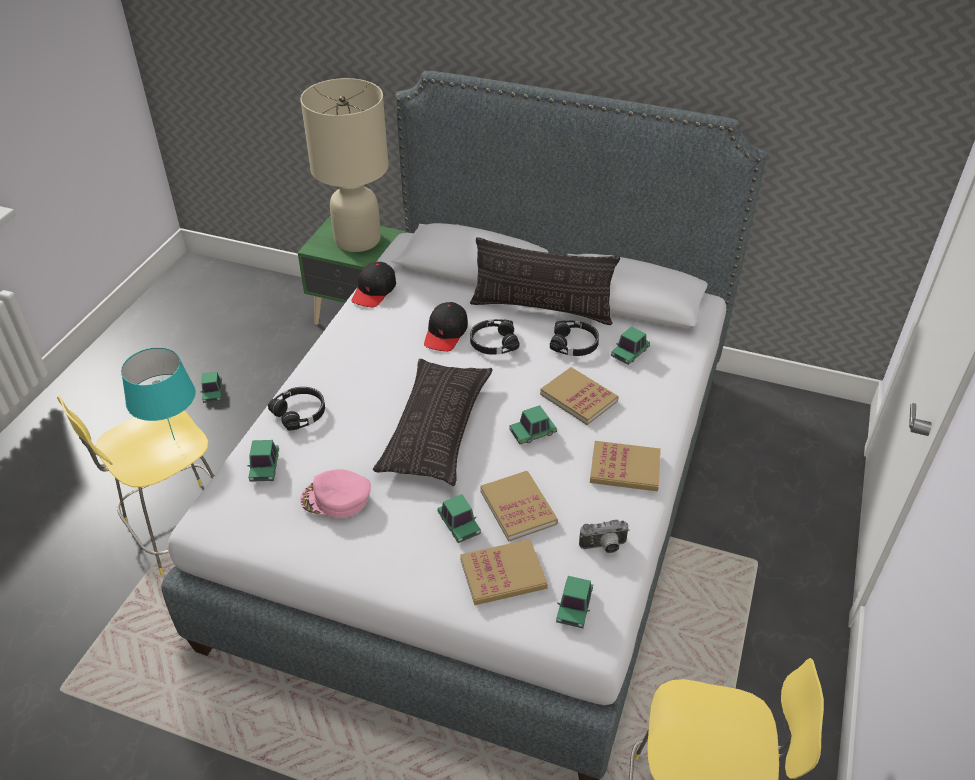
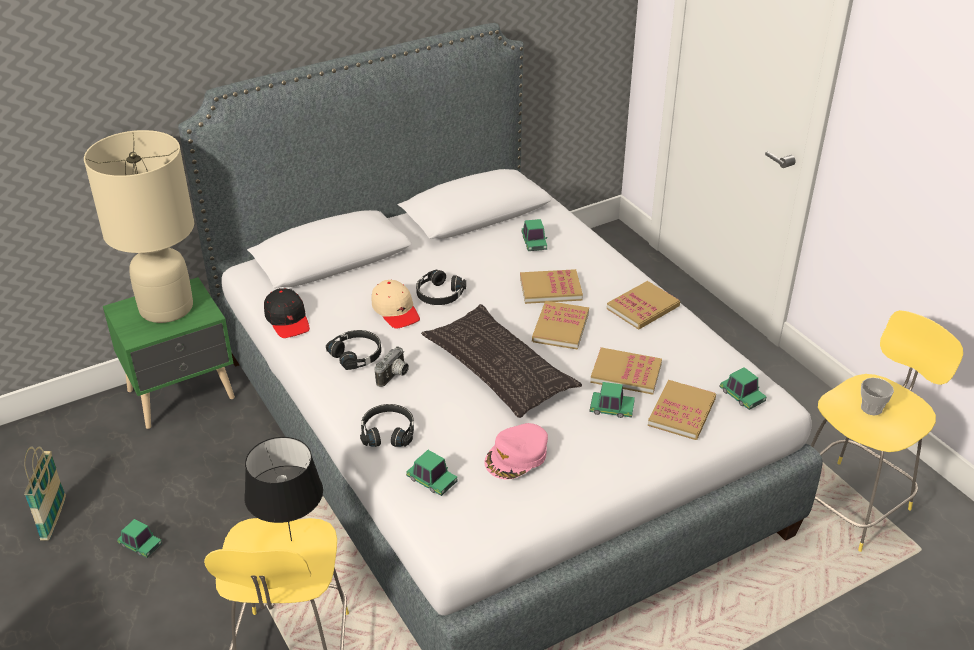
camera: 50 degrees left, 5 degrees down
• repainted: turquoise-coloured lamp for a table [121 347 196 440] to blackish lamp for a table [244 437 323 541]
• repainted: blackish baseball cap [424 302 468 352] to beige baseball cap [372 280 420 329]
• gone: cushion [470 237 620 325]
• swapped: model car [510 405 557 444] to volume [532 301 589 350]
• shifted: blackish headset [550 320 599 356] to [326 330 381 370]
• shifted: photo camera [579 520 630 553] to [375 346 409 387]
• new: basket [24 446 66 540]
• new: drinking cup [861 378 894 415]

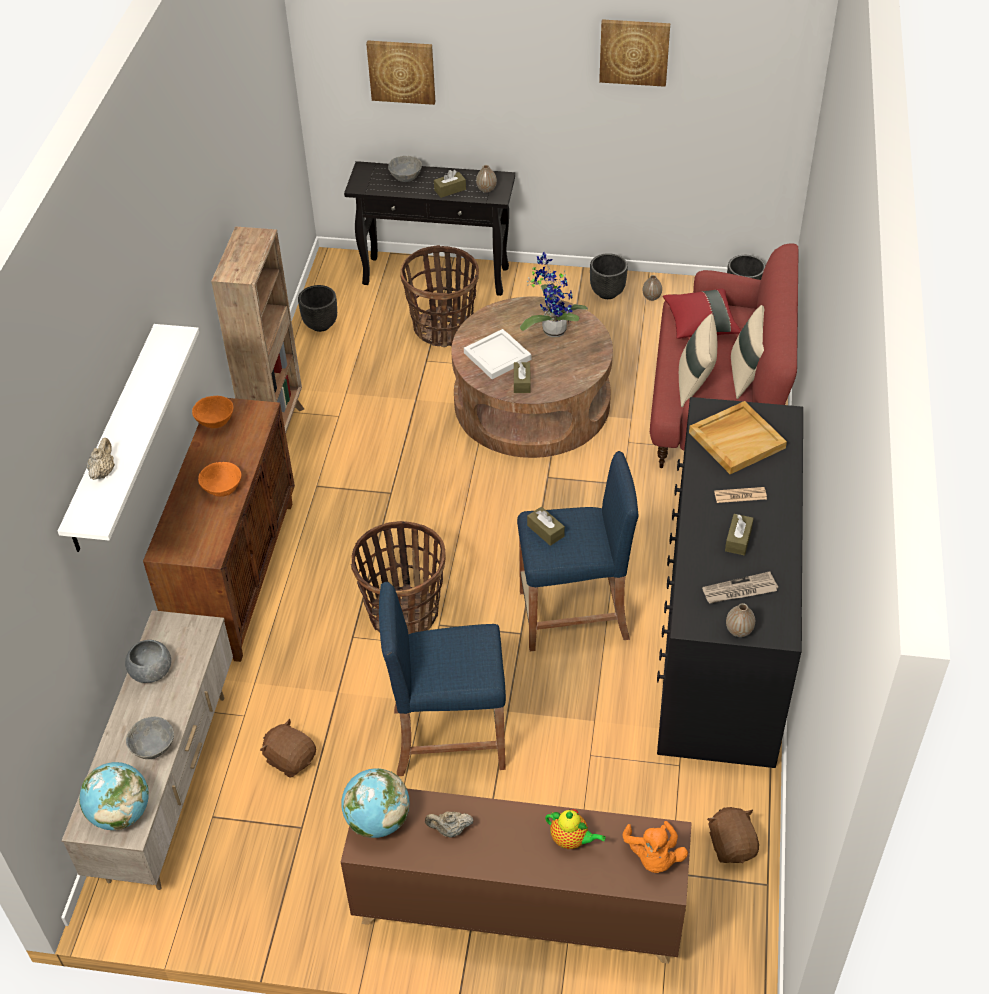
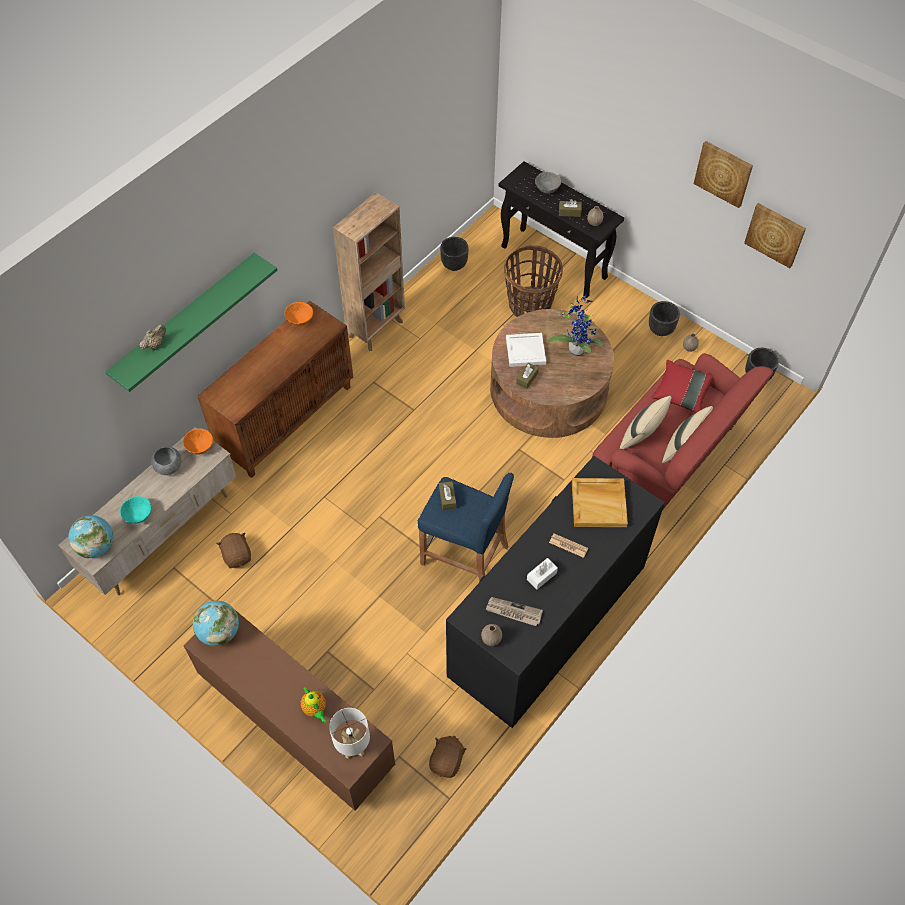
camera: 30 degrees right, 10 degrees up
• repainted: white wall shelf [58 324 199 552] to green-coloured wall shelf [106 253 278 392]
• repainted: grey deep dish [126 717 174 759] to turquoise-coloured deep dish [120 496 151 524]
• shifted: orangey deep dish [198 462 241 497] to [183 428 213 455]
• gone: basket [351 521 446 634]
• shifted: wall art [366 41 435 105] to [744 203 806 268]
• gone: blue stool seat [379 582 506 776]
• gone: beige teapot [425 811 474 837]
• swapped: orangey cuddly toy [622 821 688 873] to white lamp for a table [329 708 370 759]
• repainted: brown-coloured box of tissues [725 514 754 556] to white box of tissues [527 558 558 590]

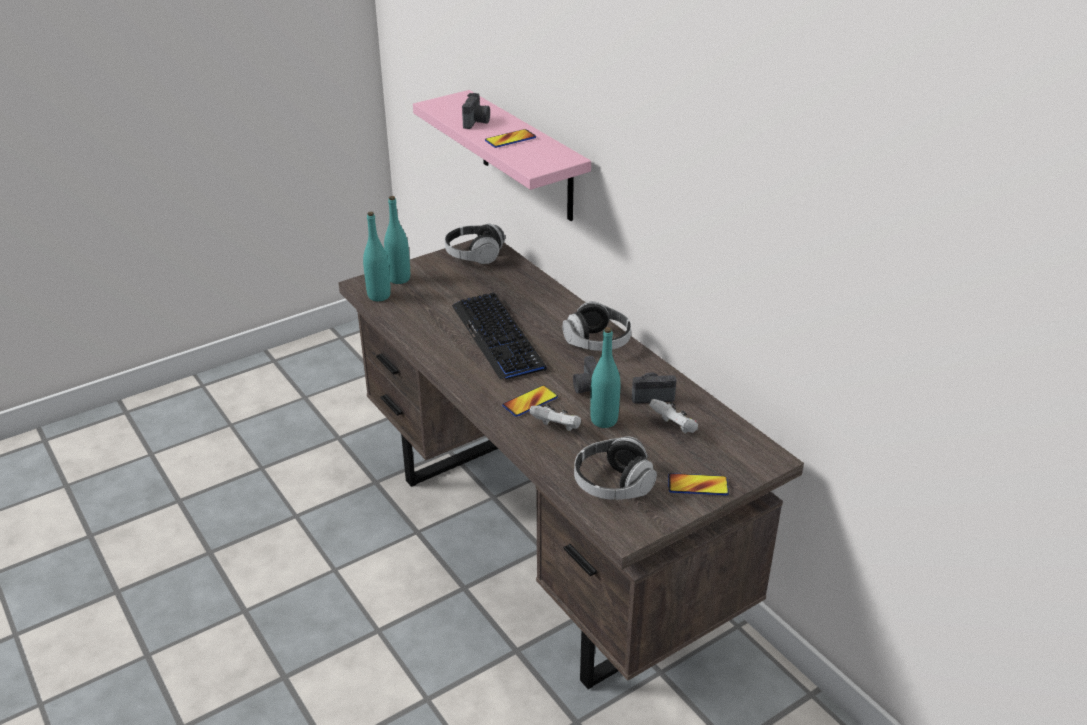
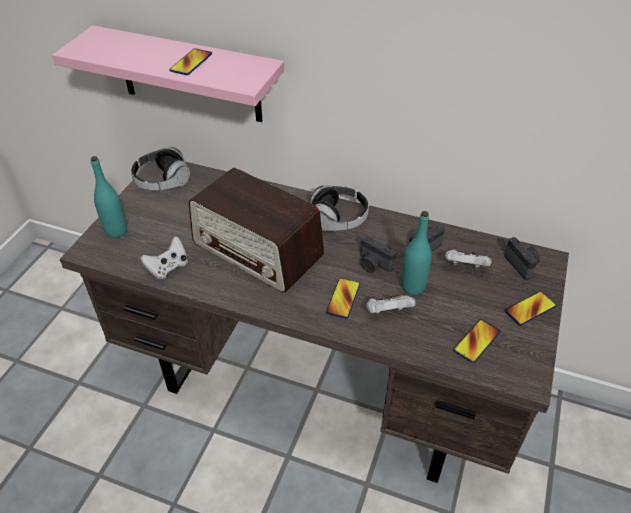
camera: 35 degrees left, 10 degrees up
• gone: turquoise-coloured bottle [363 212 391 301]
• swapped: PC keyboard [452 292 547 380] to radio [189 167 324 293]
• shifted: photo camera [462 93 490 129] to [504 237 540 280]
• swapped: headset [574 436 657 500] to telephone [453 319 501 363]
• new: white joypad [140 236 188 279]

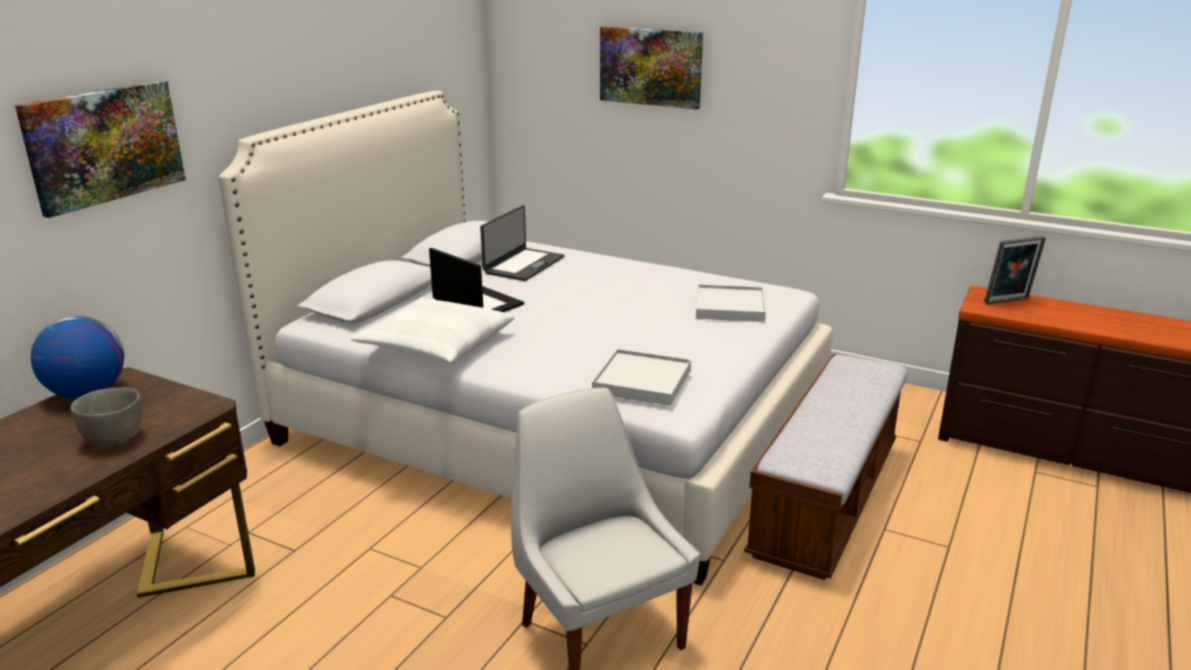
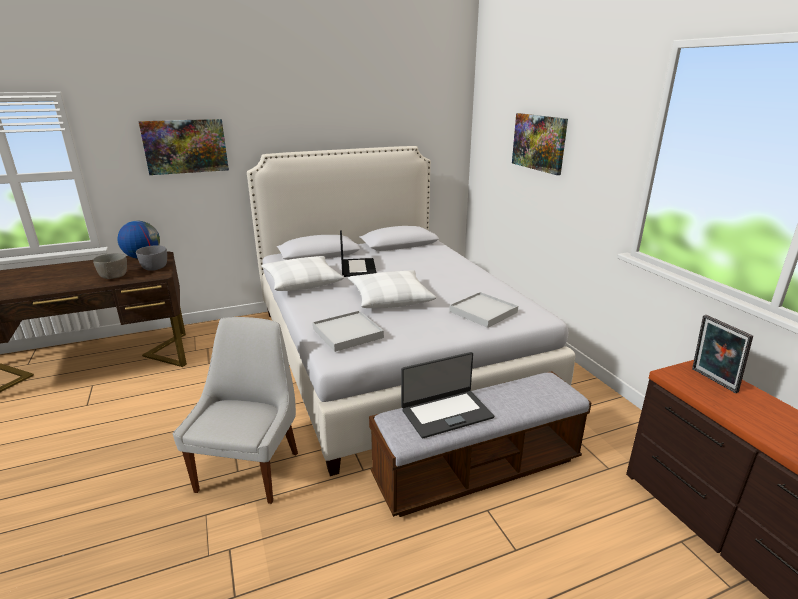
camera: 40 degrees right, 0 degrees up
• shifted: laptop [480 205 564 281] to [401 352 494 439]
• rotated: standing frame [984 236 1046 304] = [692 315 753 393] 45 degrees clockwise
• new: grey deep dish [136 245 167 271]
• new: white cushion [348 270 436 308]

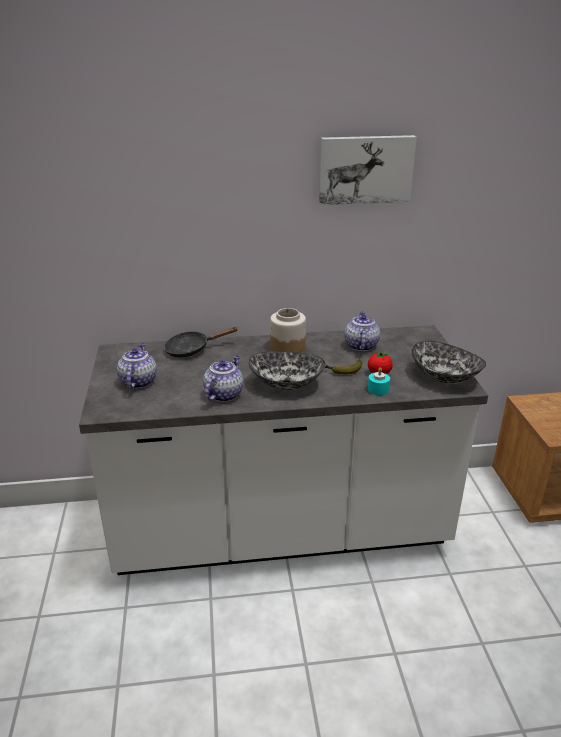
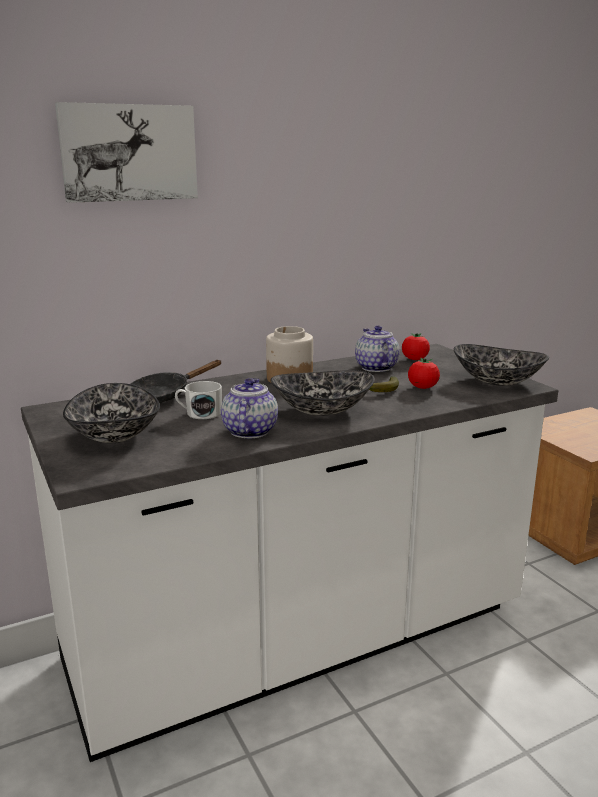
camera: 20 degrees left, 10 degrees down
• swapped: teapot [117 343 157 389] to deep dish [63 383 160 443]
• shifted: wall art [319 135 417 205] to [55 102 198 203]
• gone: turquoise-coloured wax candle [368 367 390 395]
• new: white coffee mug [175 381 222 419]
• new: whole tomato [402 333 430 360]

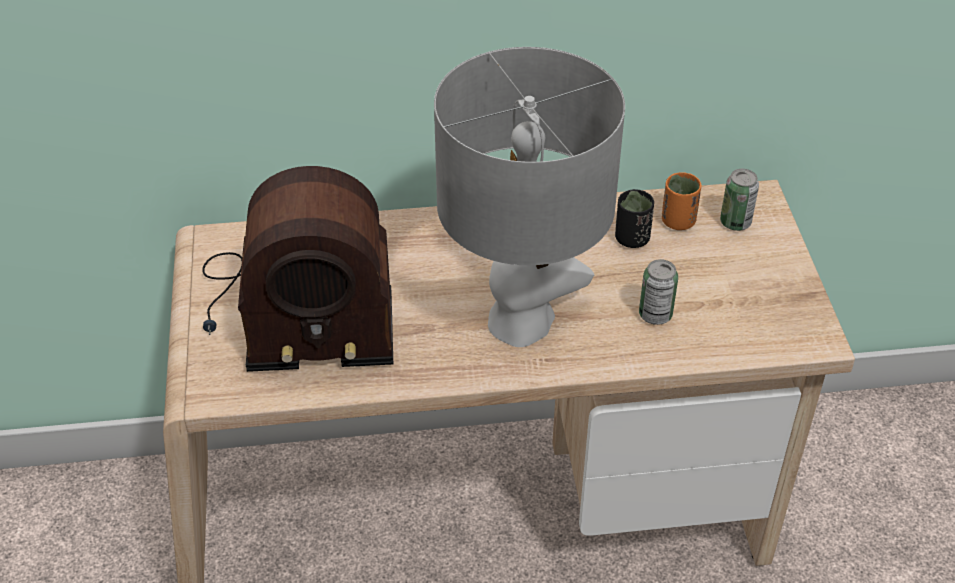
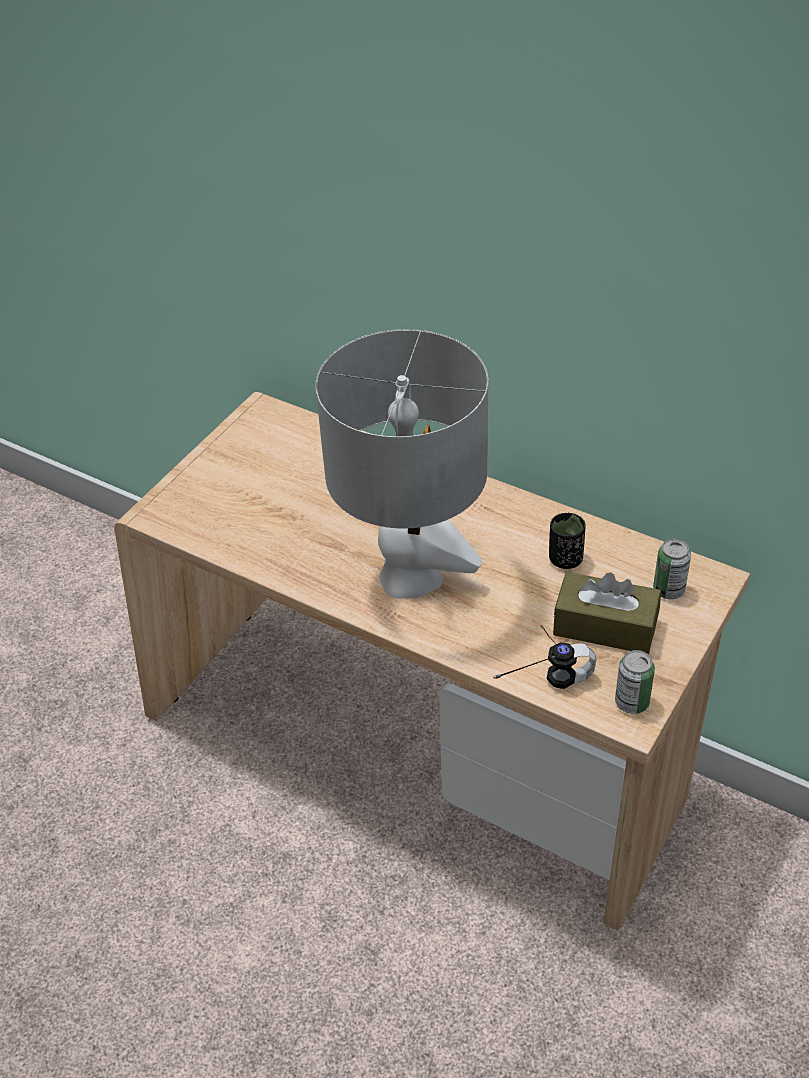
camera: 40 degrees right, 0 degrees up
• gone: radio [202 166 393 372]
• shifted: metal can [639 259 678 325] to [615 650 655 714]
• gone: orangey drinking cup [662 172 702 230]
• new: headset [493 625 596 689]
• new: brown-coloured box of tissues [553 572 661 654]

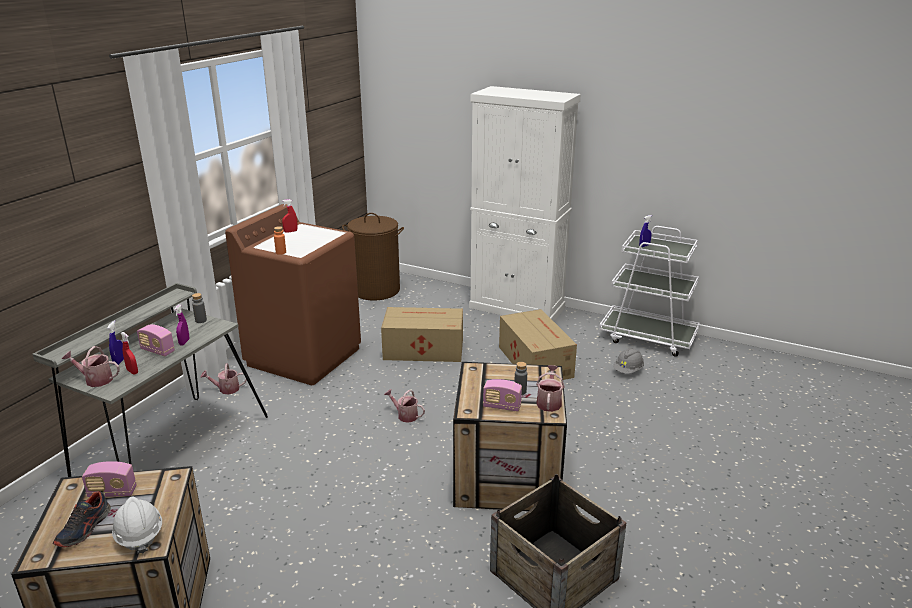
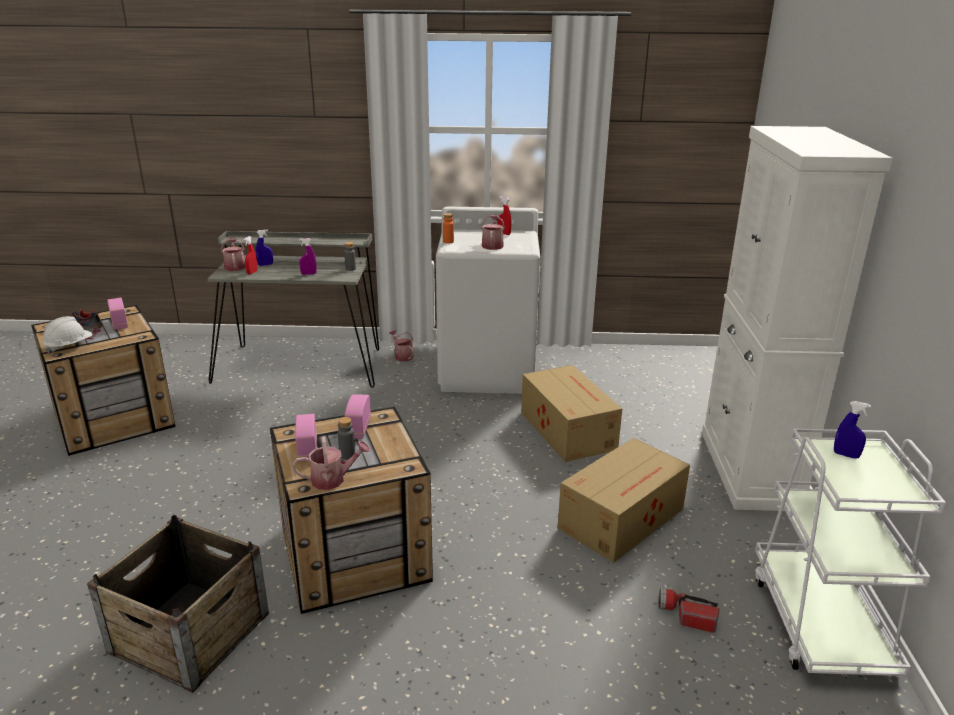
camera: 65 degrees right, 0 degrees up
• shifted: radio [137 324 175 356] to [345 394 371 439]
• repainted: brown-coloured washing machine [225 204 361 385] to white washing machine [436 206 541 394]
• gone: brown-coloured hamper [342 213 404 300]
• shifted: watering can [384 389 425 423] to [481 215 505 250]
• swapped: grey hard hat [613 348 644 374] to flashlight [659 588 720 633]

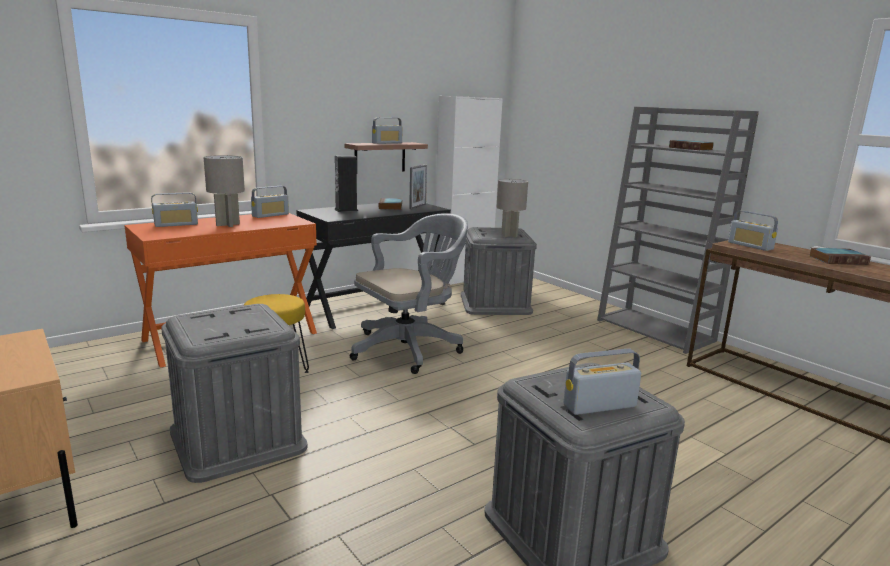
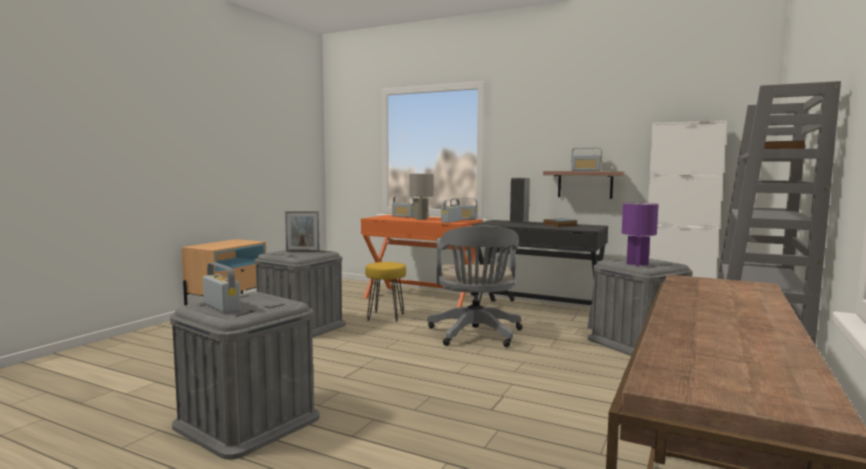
camera: 65 degrees right, 10 degrees down
• rotated: grey computer chair [350 213 468 374] = [427 226 523 347] 60 degrees clockwise
• shifted: standing frame [409 164 427 209] to [285 211 320 251]
• repainted: grey lamp for a table [496 179 528 238] to purple-coloured lamp for a table [622 202 659 266]
• shifted: radio [728 210 778 251] to [441 199 462 223]
• gone: volume [810 248 871 265]

